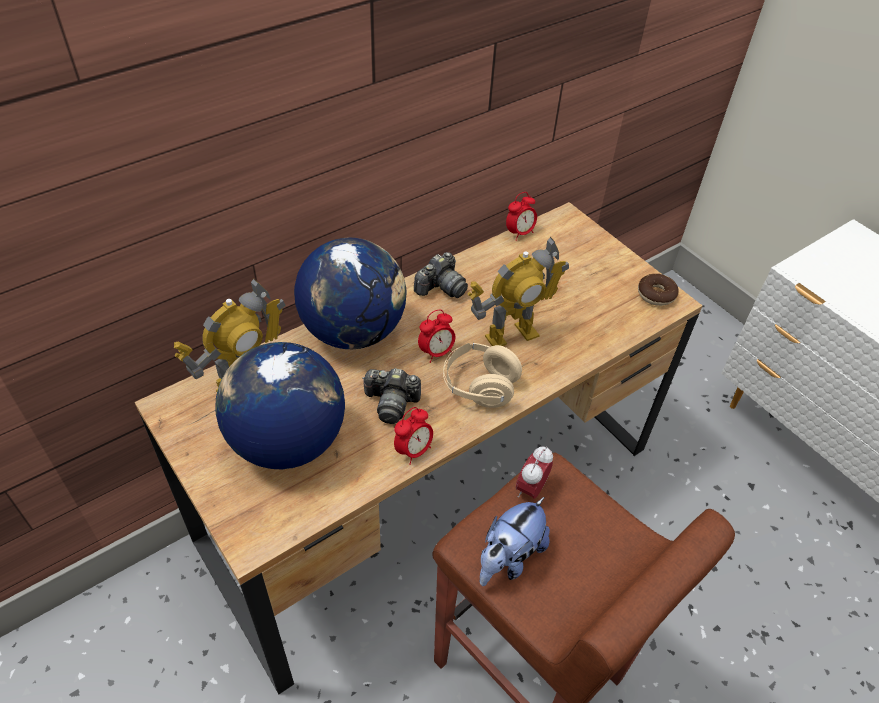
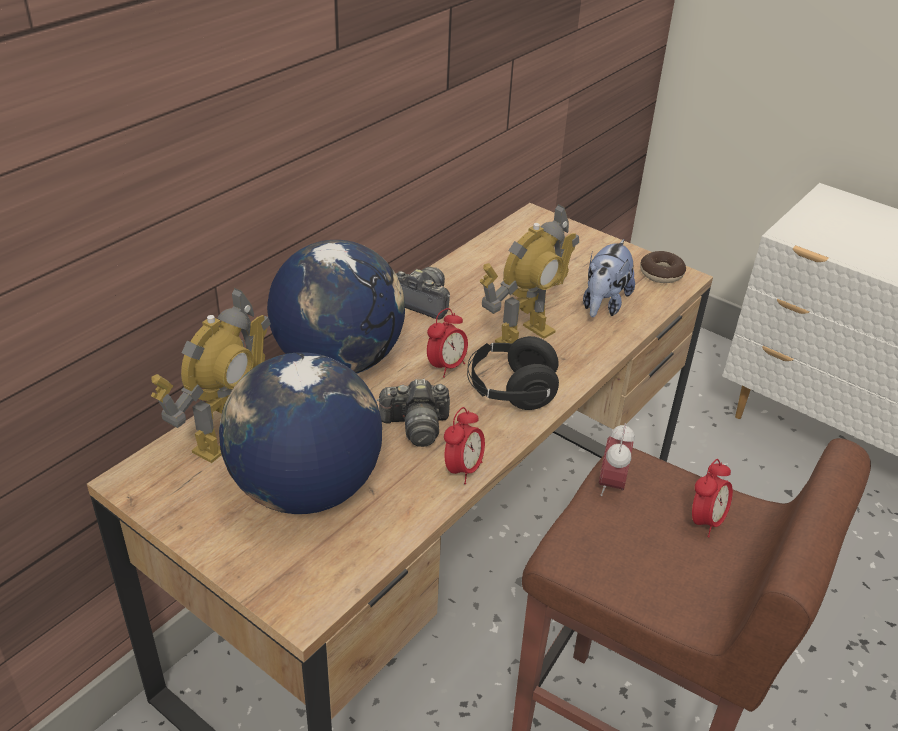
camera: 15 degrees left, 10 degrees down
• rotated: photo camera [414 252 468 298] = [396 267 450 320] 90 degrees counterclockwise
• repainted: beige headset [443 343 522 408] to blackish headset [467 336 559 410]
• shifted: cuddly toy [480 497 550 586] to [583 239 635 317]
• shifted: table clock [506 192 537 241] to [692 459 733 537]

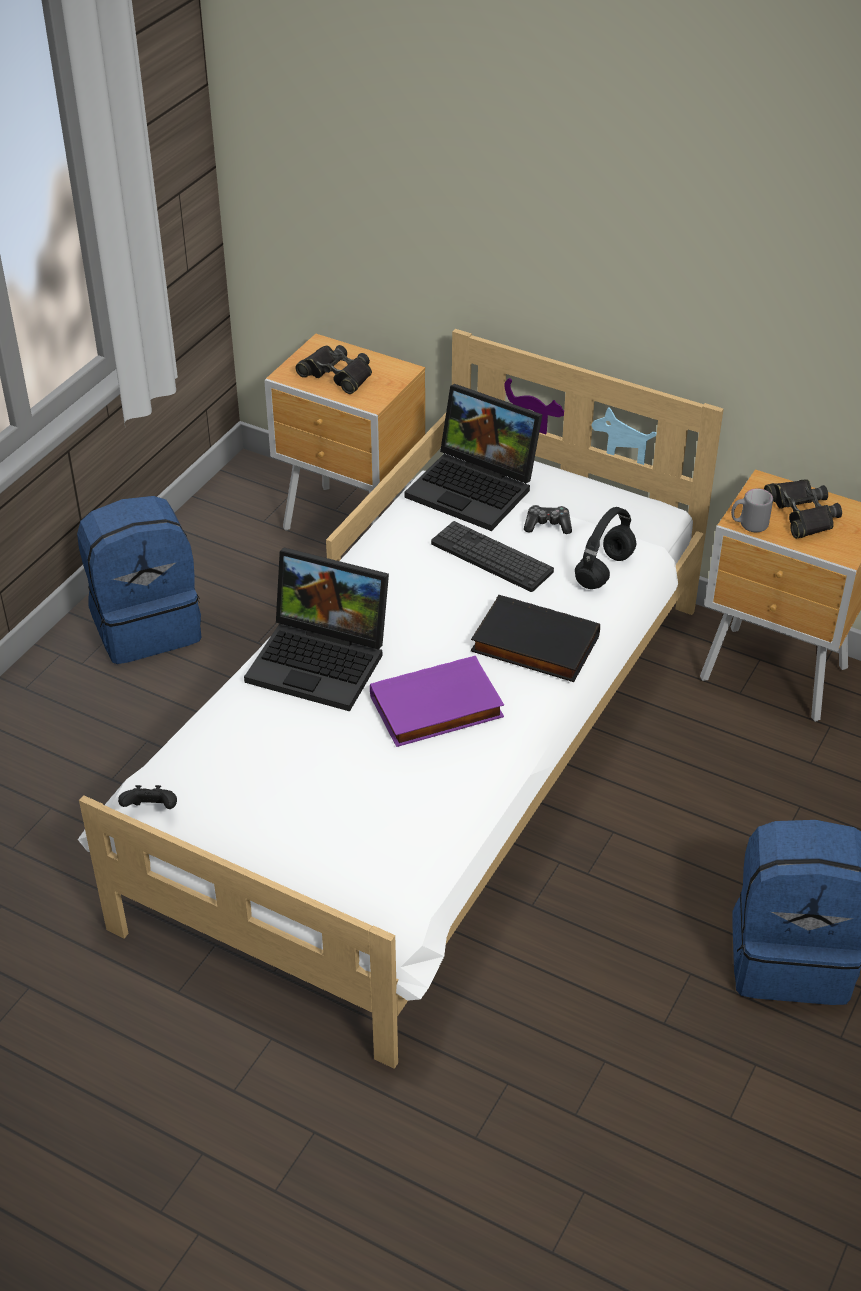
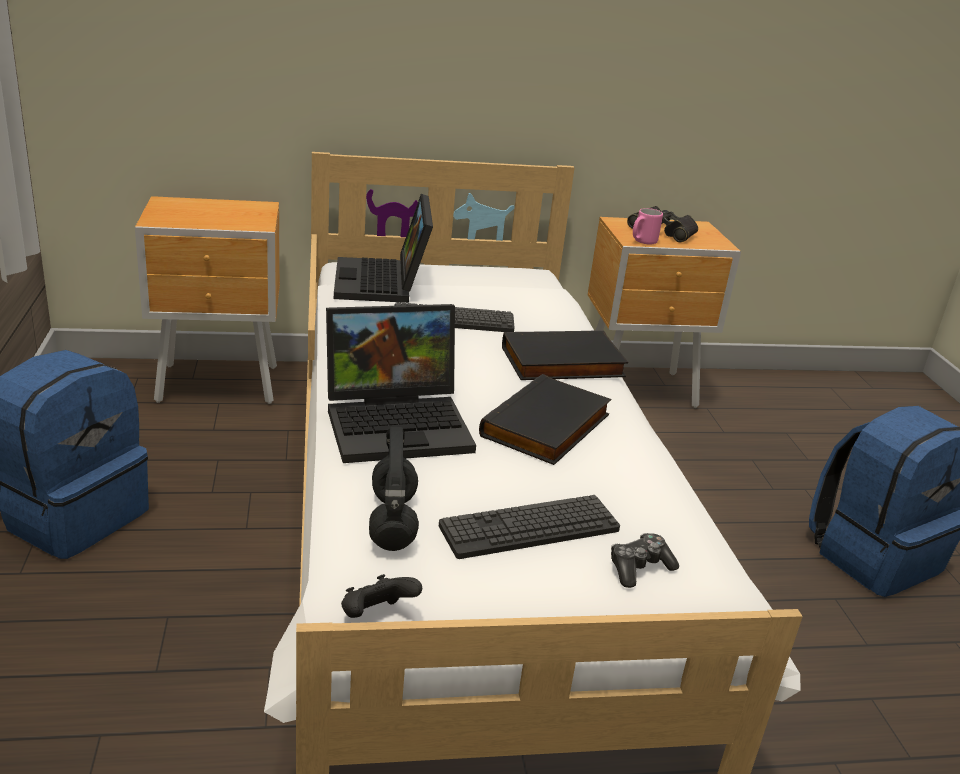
camera: 40 degrees left, 15 degrees down
• gone: blackish binoculars [295 345 372 394]
• repainted: purple-coloured volume [370 656 504 747] to blackish volume [479 374 612 465]
• rotated: laptop [404 384 543 531] = [334 194 433 303] 90 degrees clockwise
• shifted: joypad [524 505 572 534] to [611 533 679 588]
• shifted: blackish headset [575 507 636 589] to [369 427 419 551]
• repainted: grey coffee mug [731 488 773 532] to pinkish coffee mug [633 208 663 244]
• new: PC keyboard [439 495 620 559]

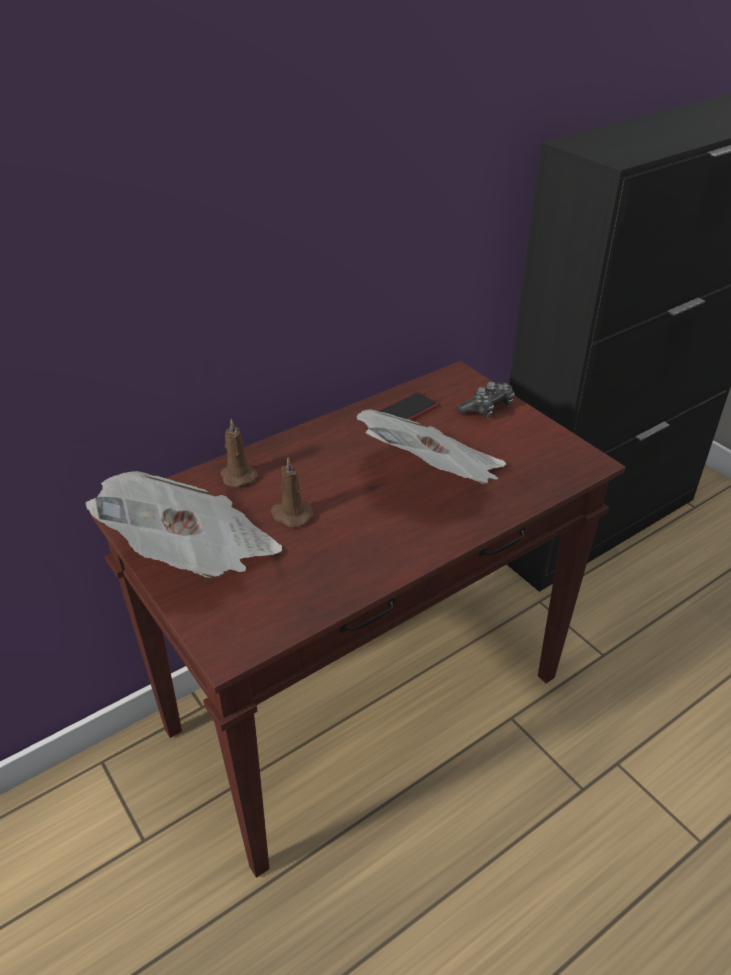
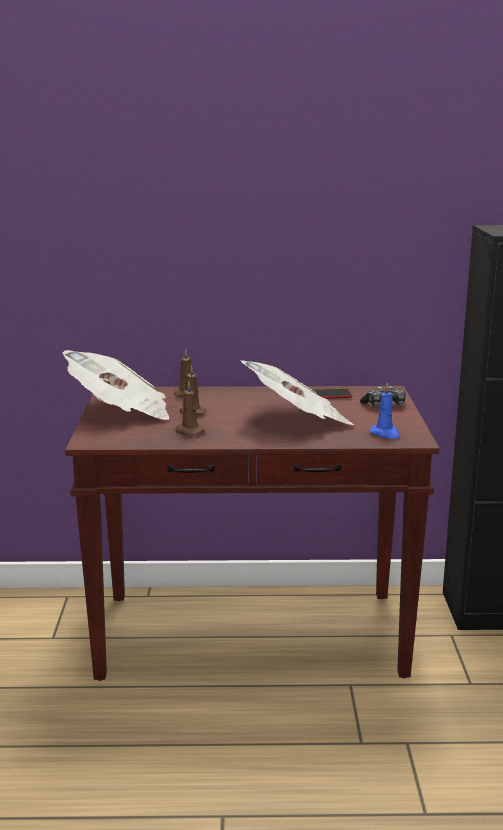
camera: 35 degrees right, 20 degrees down
• new: brown-coloured wax candle [175 381 205 436]
• new: blue wax candle [370 383 400 439]

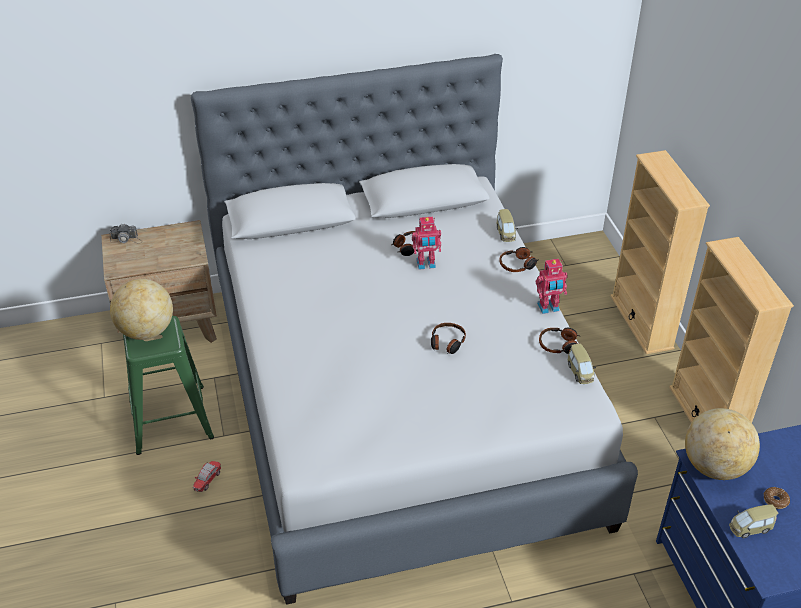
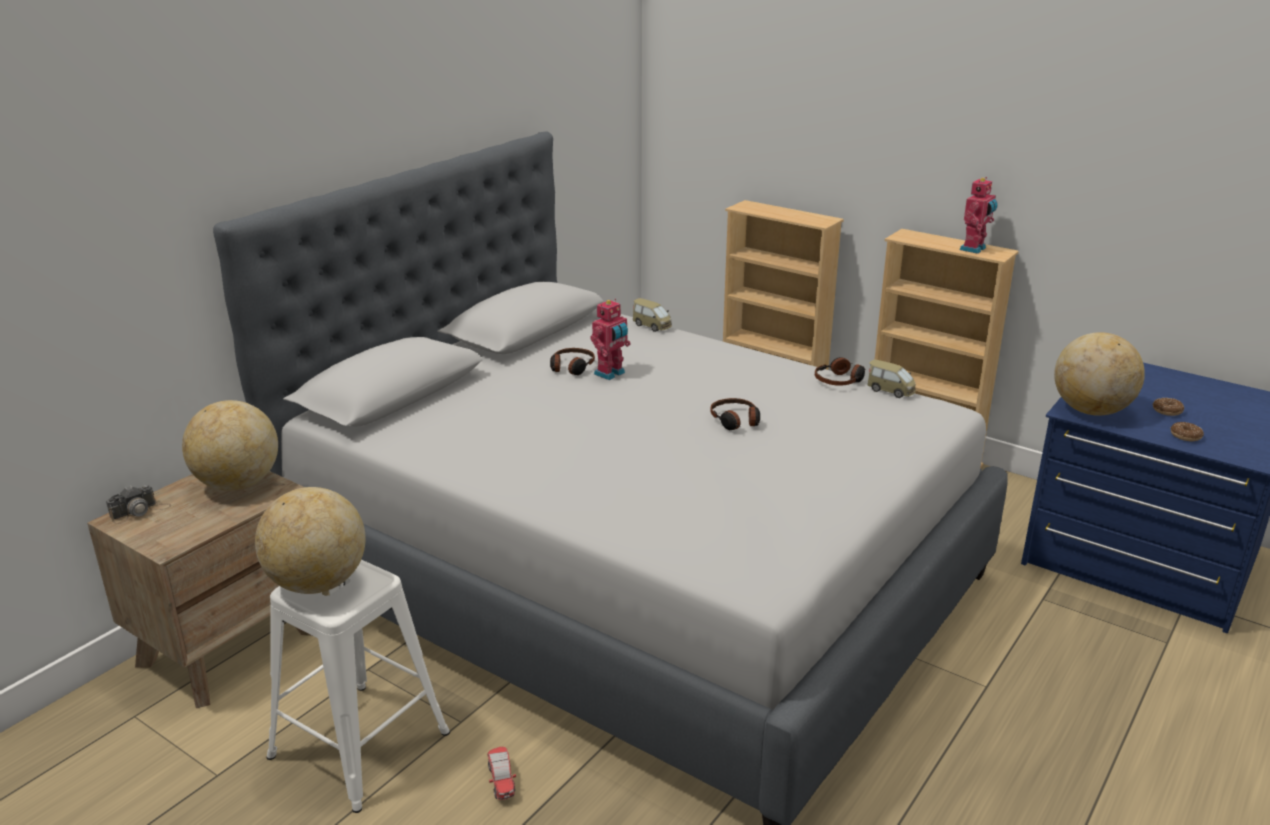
camera: 40 degrees left, 15 degrees down
• repainted: green-coloured stool seat [123 316 214 455] to white stool seat [266 560 450 813]
• gone: headset [499 247 539 272]
• shifted: robot figure [536 259 568 314] to [959 177 998 254]
• swapped: model car [729 505 778 538] to donut [1171 422 1204 441]
• new: desk globe [182 400 278 491]

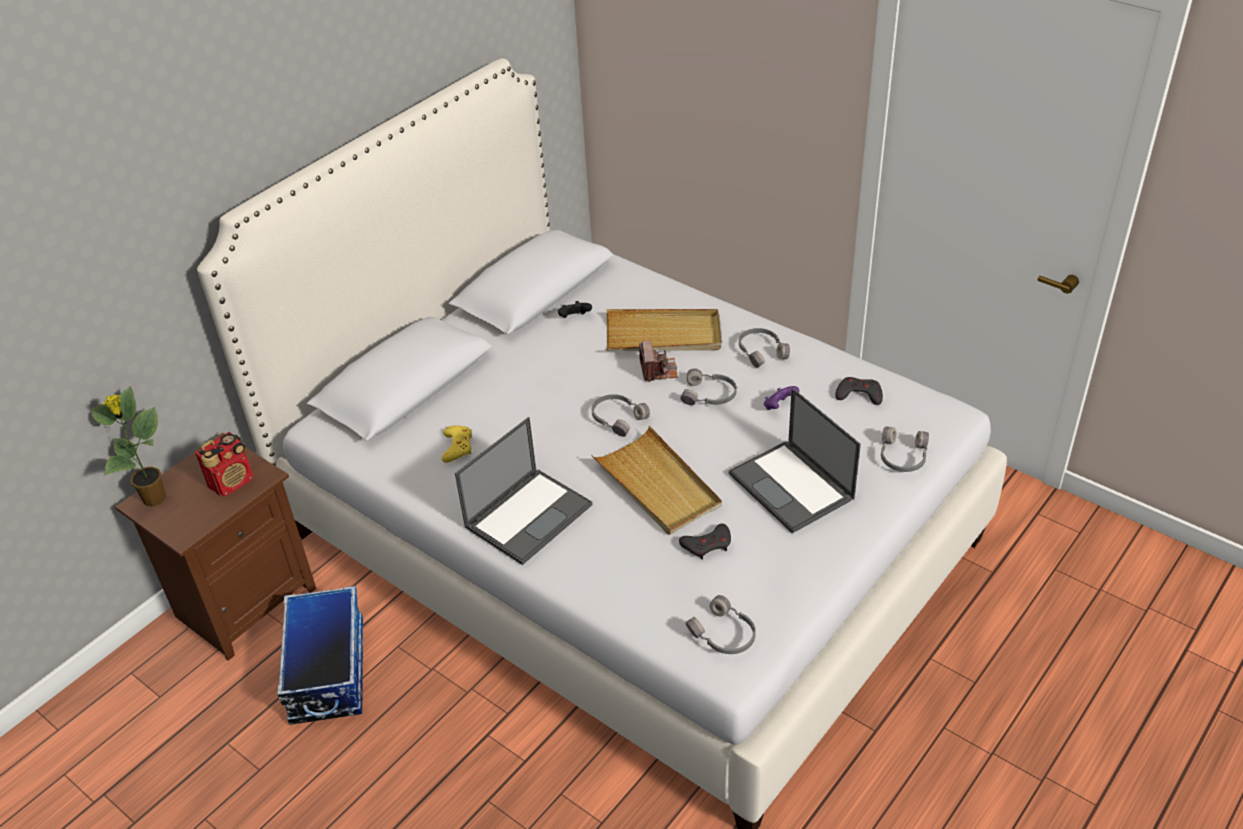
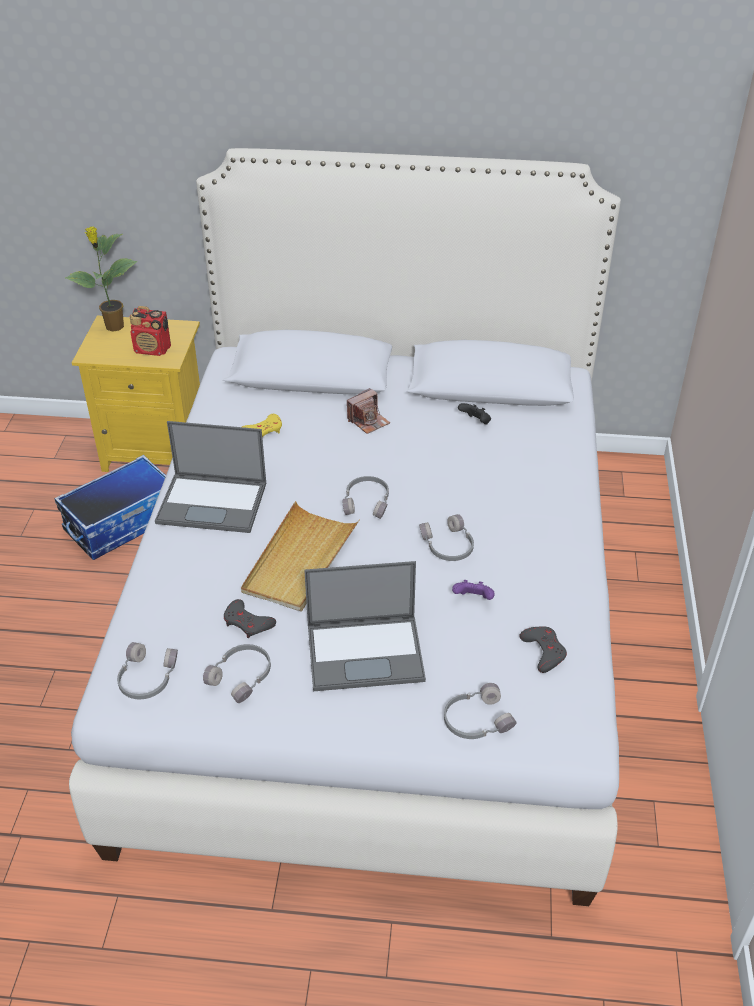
camera: 55 degrees right, 0 degrees up
• repainted: brown-coloured night table [115 433 316 661] to yellow night table [72 316 200 472]
• gone: beige serving tray [606 309 721 351]
• shifted: photo camera [639 341 678 382] to [347 388 390 434]
• rotated: laptop [729 388 861 533] = [304 561 426 691] 120 degrees counterclockwise
• shifted: grey headset [739 328 790 368] to [203 644 271 703]

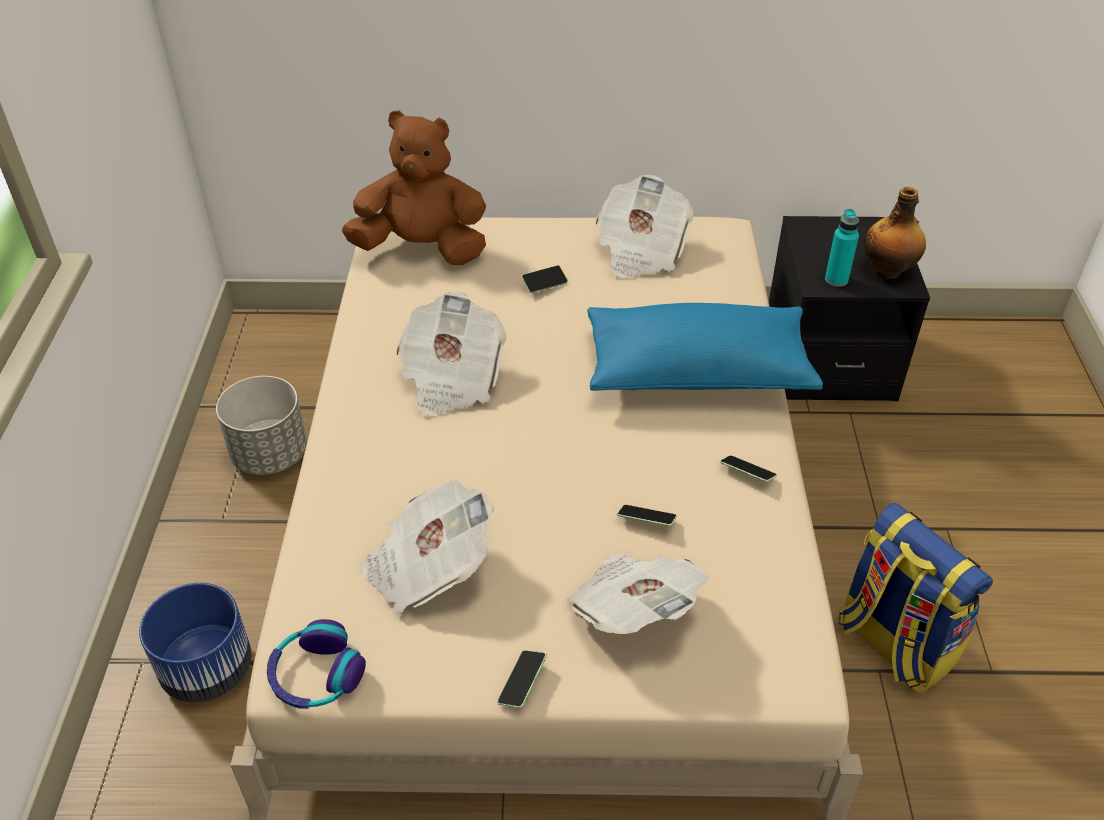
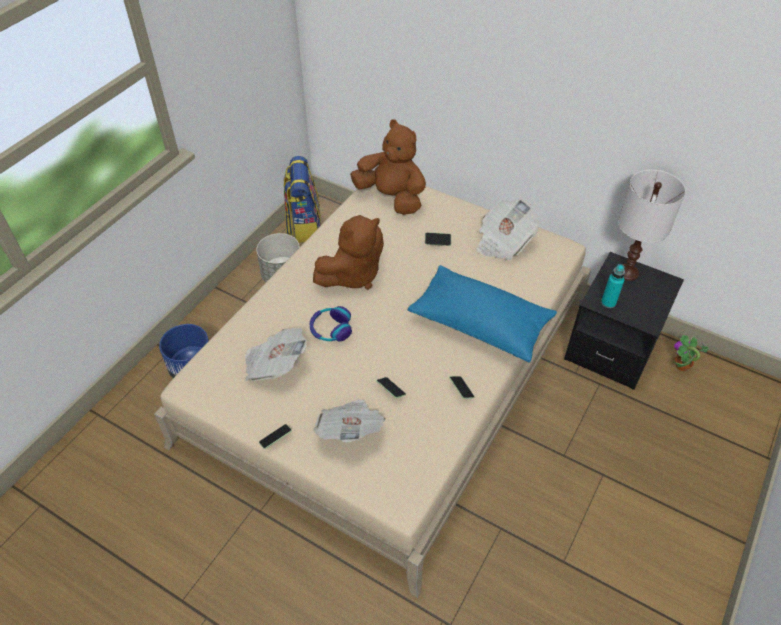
camera: 30 degrees right, 5 degrees up
• shifted: headset [267 619 366 709] to [310 306 352 341]
• swapped: printed paper [397 292 507 416] to brown-coloured cuddly toy [313 215 384 289]
• shifted: rucksack [838 503 993 694] to [284 156 321 243]
• gone: bottle [864 187 926 280]
• new: white lamp for a table [618 170 686 281]
• new: plant in a pot [674 335 709 371]

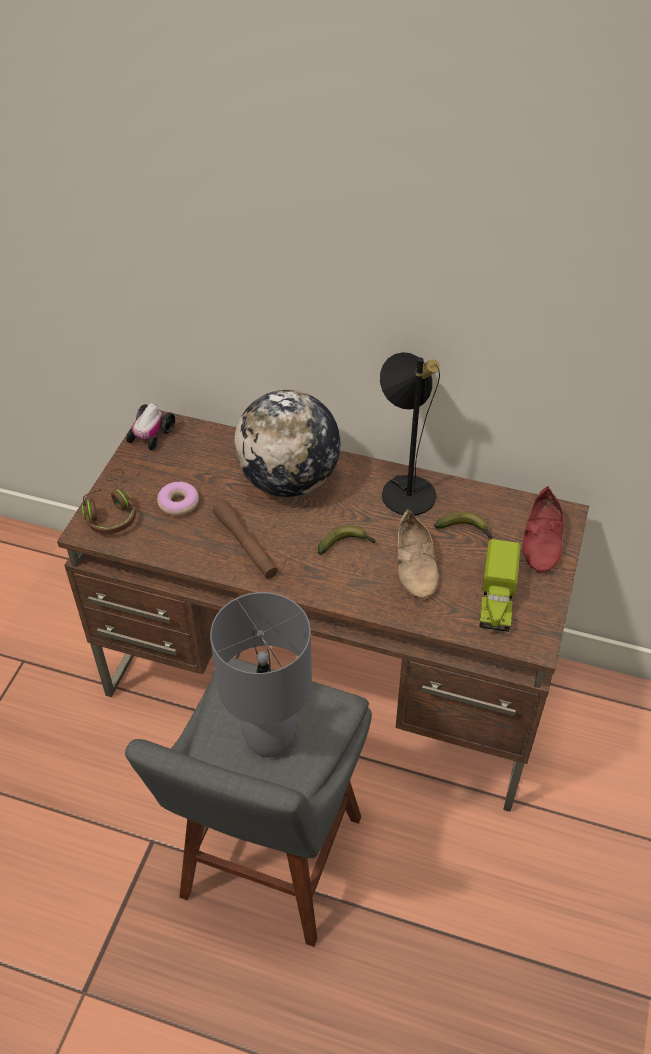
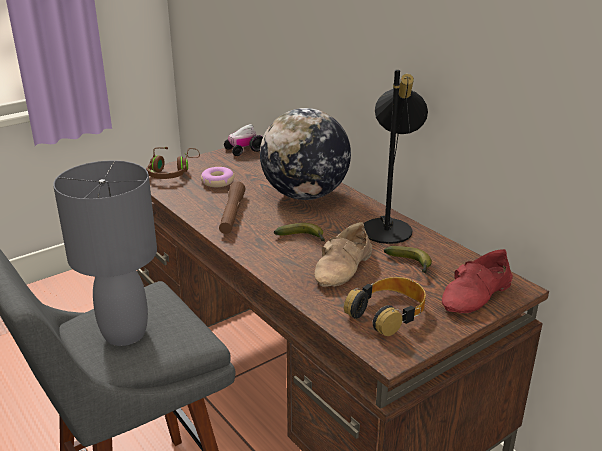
camera: 35 degrees right, 20 degrees down
• swapped: model truck [479 539 521 632] to headset [344 277 426 336]

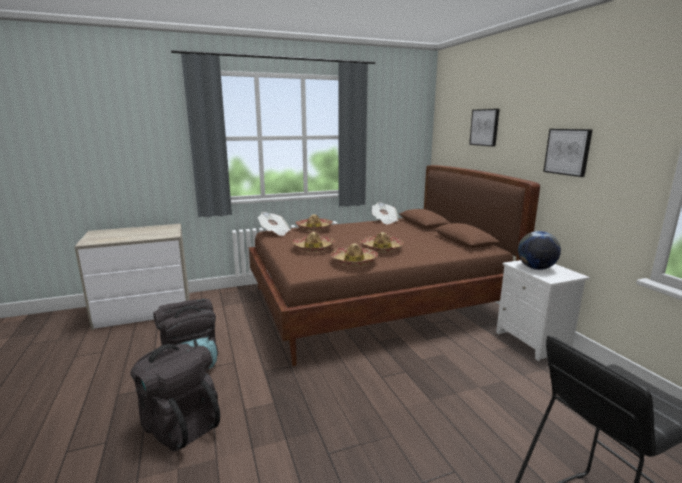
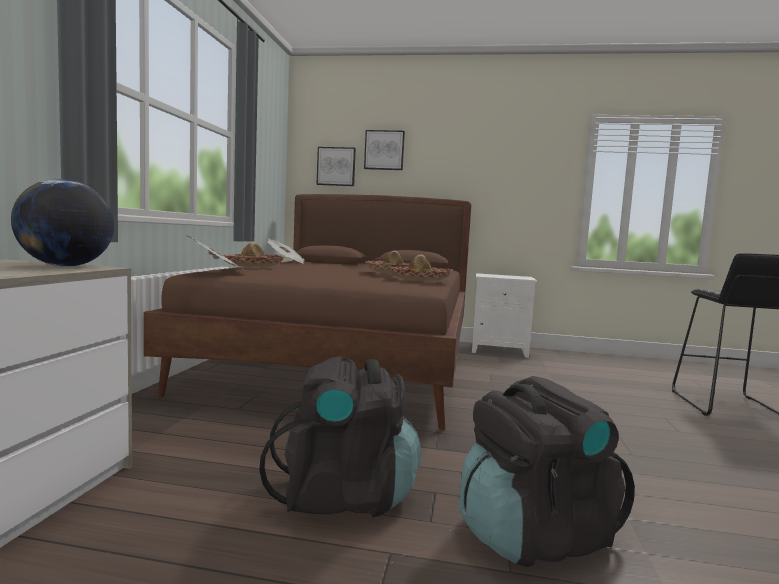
camera: 60 degrees left, 10 degrees down
• gone: clothing hat [292 232 336 252]
• shifted: desk globe [518 231 561 270] to [11 179 114 267]
• shifted: wall art [543 129 593 177] to [316 147 356 186]

